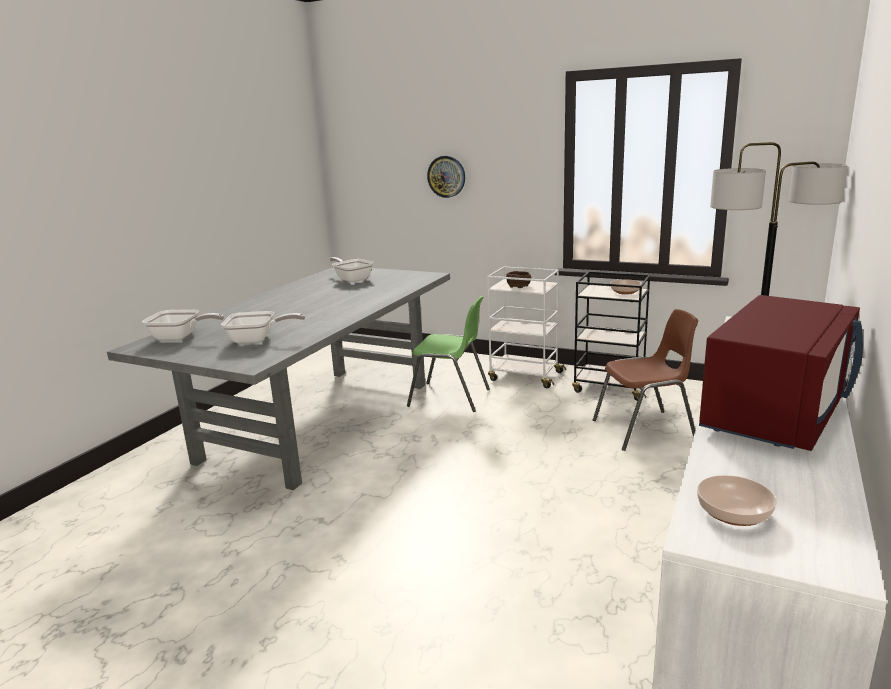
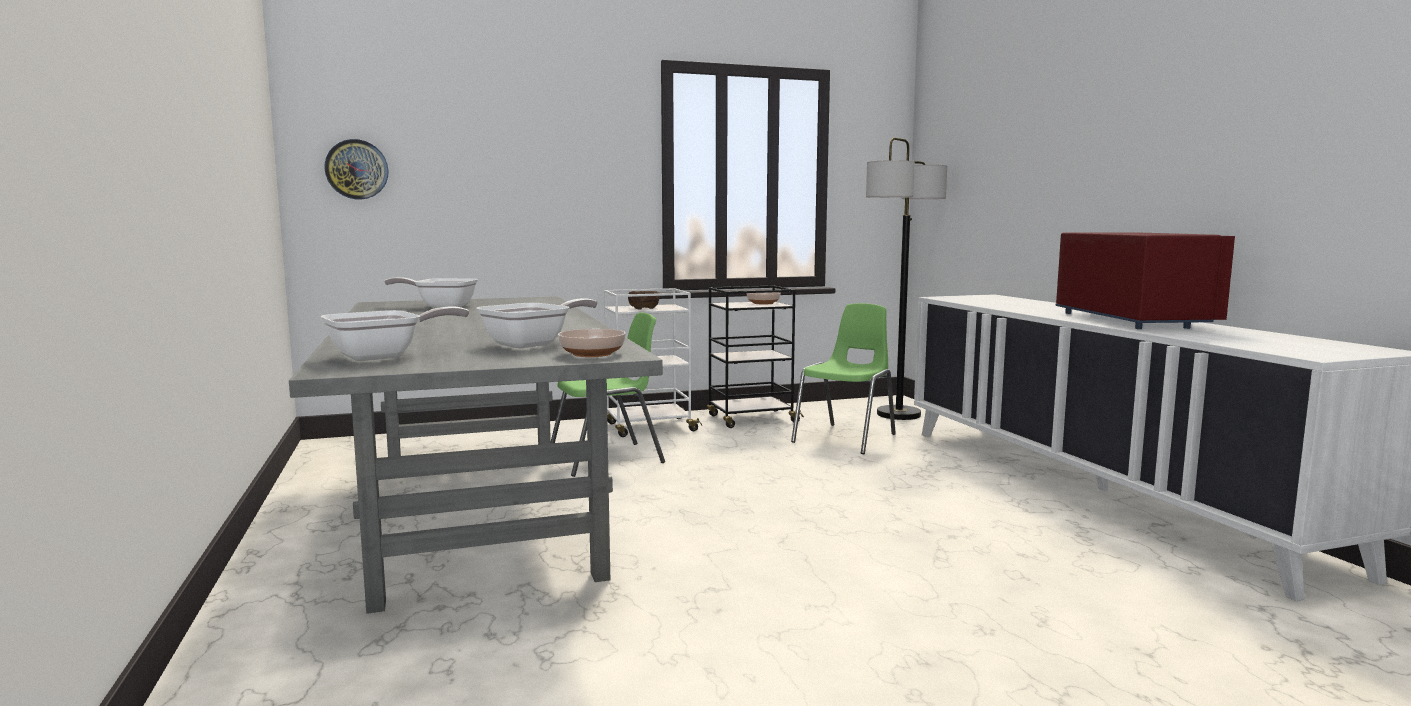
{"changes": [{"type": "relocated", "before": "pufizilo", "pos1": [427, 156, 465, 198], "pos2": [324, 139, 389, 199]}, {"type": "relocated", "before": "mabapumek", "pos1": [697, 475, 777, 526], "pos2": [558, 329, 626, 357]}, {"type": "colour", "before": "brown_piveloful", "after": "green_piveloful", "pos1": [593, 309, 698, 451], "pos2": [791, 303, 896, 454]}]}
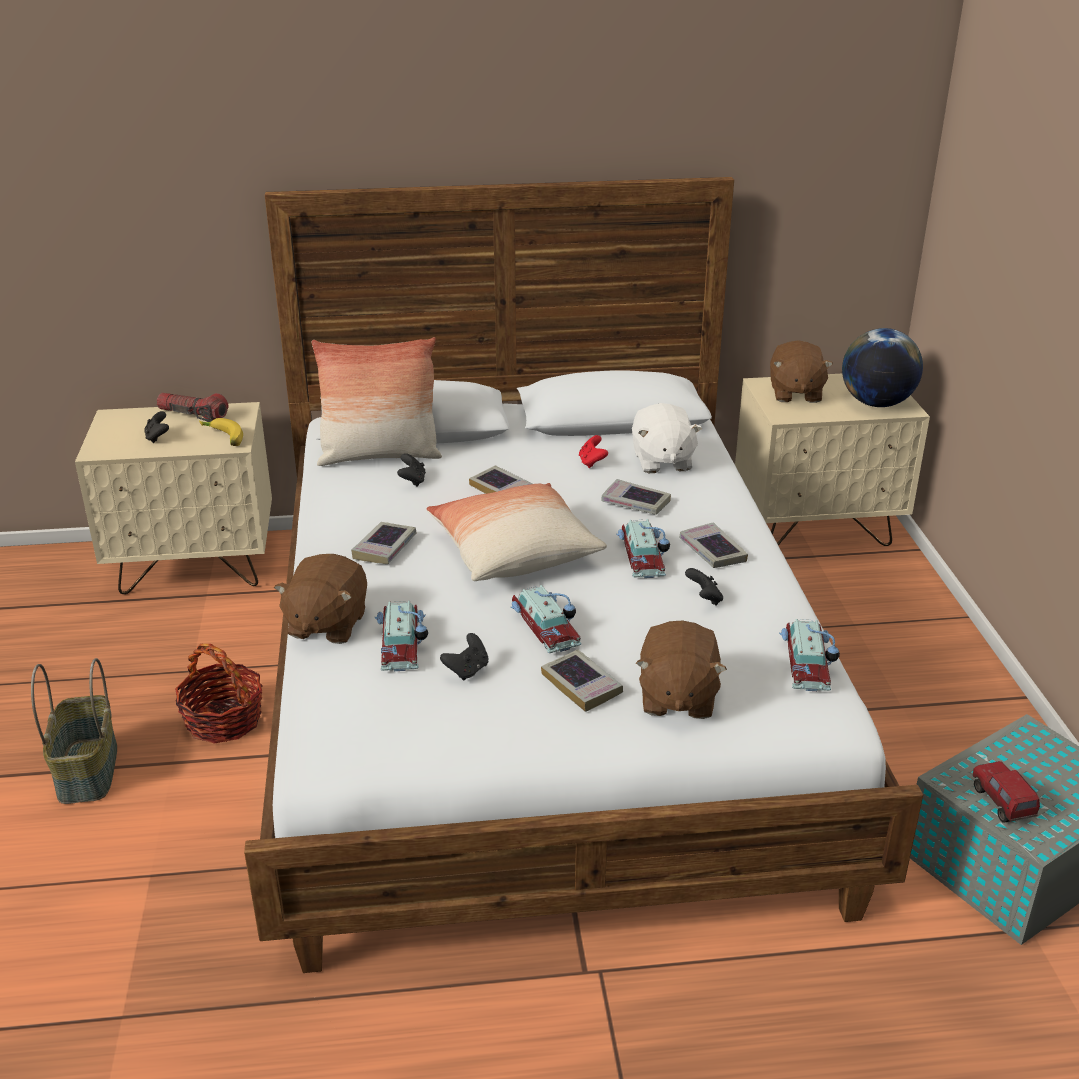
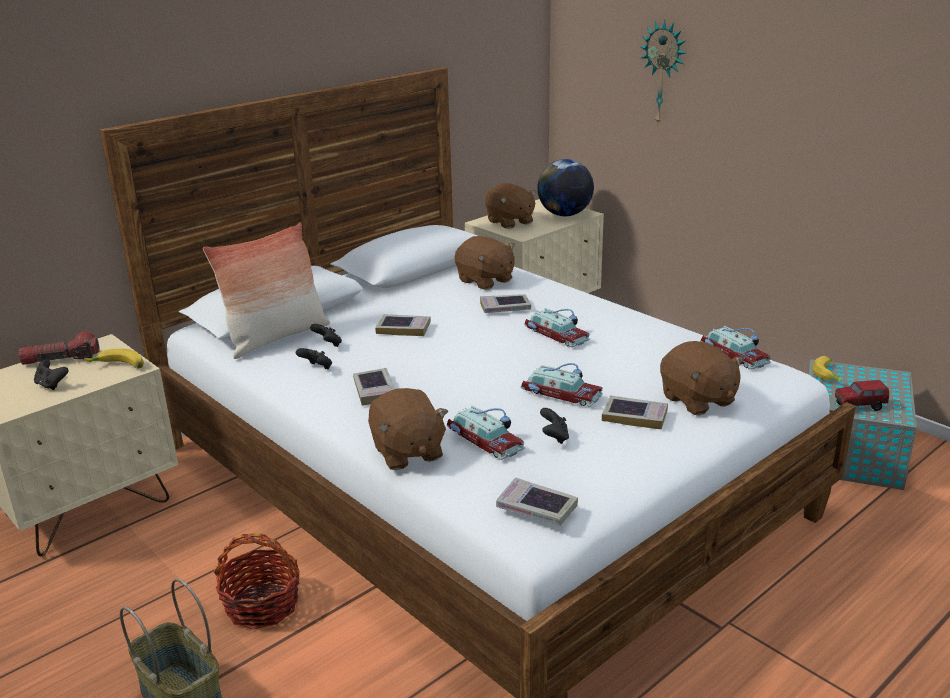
{"changes": [{"type": "missing", "before": "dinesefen", "pos1": [426, 483, 607, 581]}, {"type": "missing", "before": "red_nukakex", "pos1": [579, 435, 608, 468]}, {"type": "appeared", "after": "pufizilo", "pos2": [640, 20, 686, 124]}, {"type": "appeared", "after": "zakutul", "pos2": [812, 356, 841, 382]}, {"type": "relocated", "before": "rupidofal", "pos1": [679, 522, 748, 568], "pos2": [496, 477, 578, 526]}, {"type": "relocated", "before": "black_nukakex", "pos1": [685, 568, 723, 606], "pos2": [296, 348, 332, 369]}, {"type": "colour", "before": "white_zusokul", "after": "brown_zusokul", "pos1": [632, 403, 702, 473], "pos2": [455, 236, 515, 290]}, {"type": "spun", "before": "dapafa", "pos1": [973, 761, 1040, 823], "pos2": [835, 380, 889, 411], "turn": -45}]}
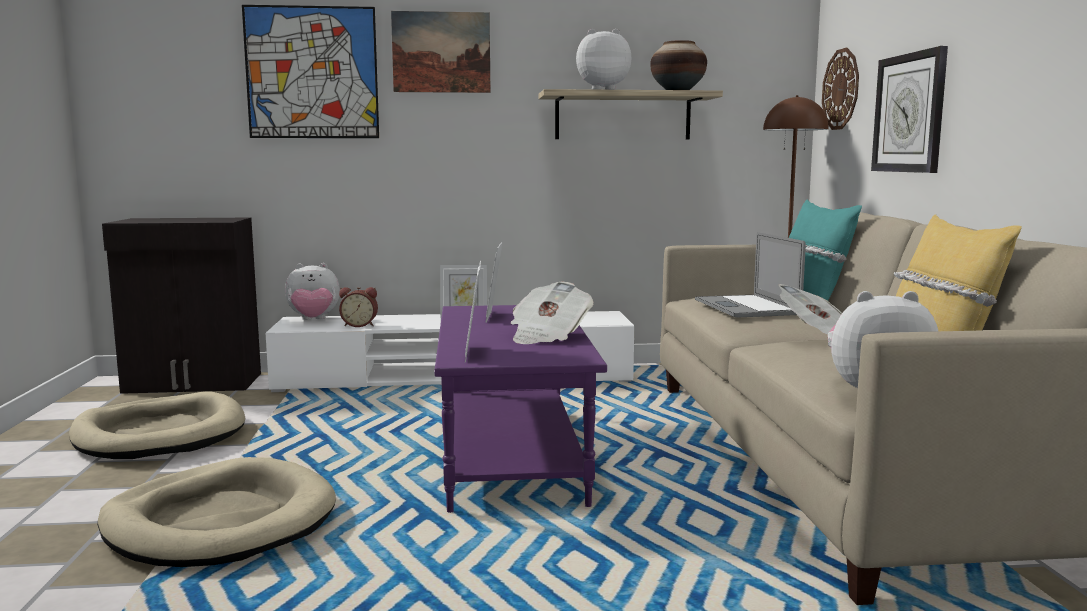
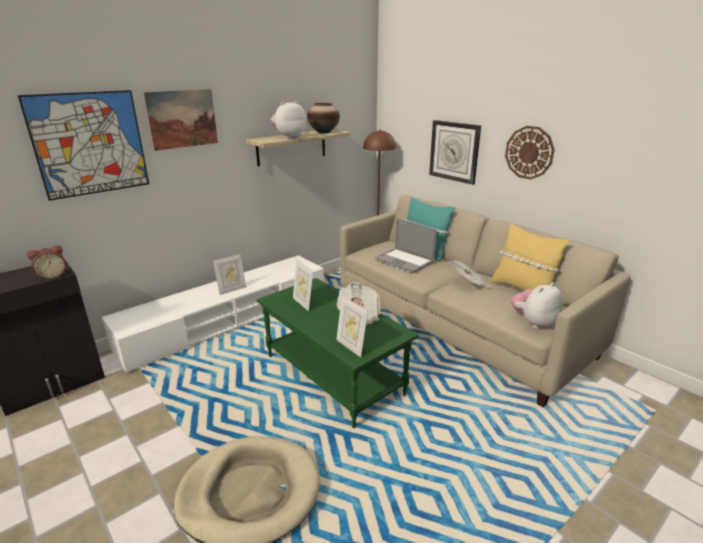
{"changes": [{"type": "missing", "before": "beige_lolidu", "pos1": [69, 392, 245, 459]}, {"type": "missing", "before": "zusokul", "pos1": [285, 263, 340, 320]}, {"type": "relocated", "before": "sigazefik", "pos1": [339, 287, 378, 327], "pos2": [27, 245, 66, 280]}, {"type": "relocated", "before": "pufizilo", "pos1": [822, 48, 859, 130], "pos2": [505, 126, 555, 180]}, {"type": "colour", "before": "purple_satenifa", "after": "green_satenifa", "pos1": [435, 305, 607, 513], "pos2": [257, 278, 419, 428]}]}
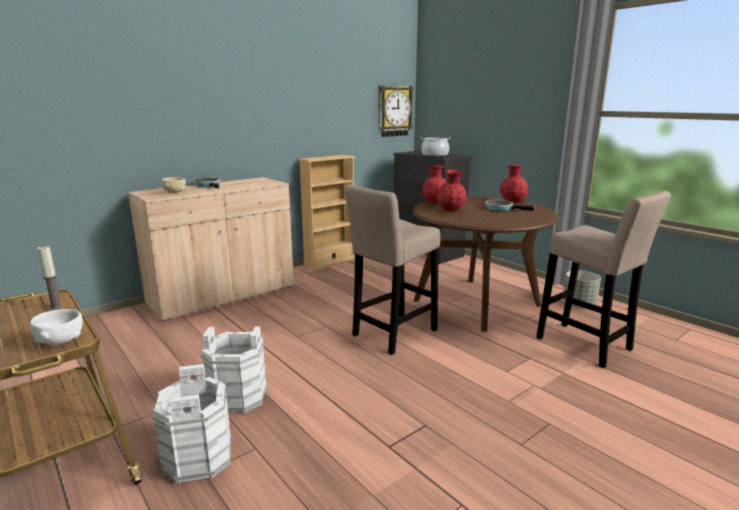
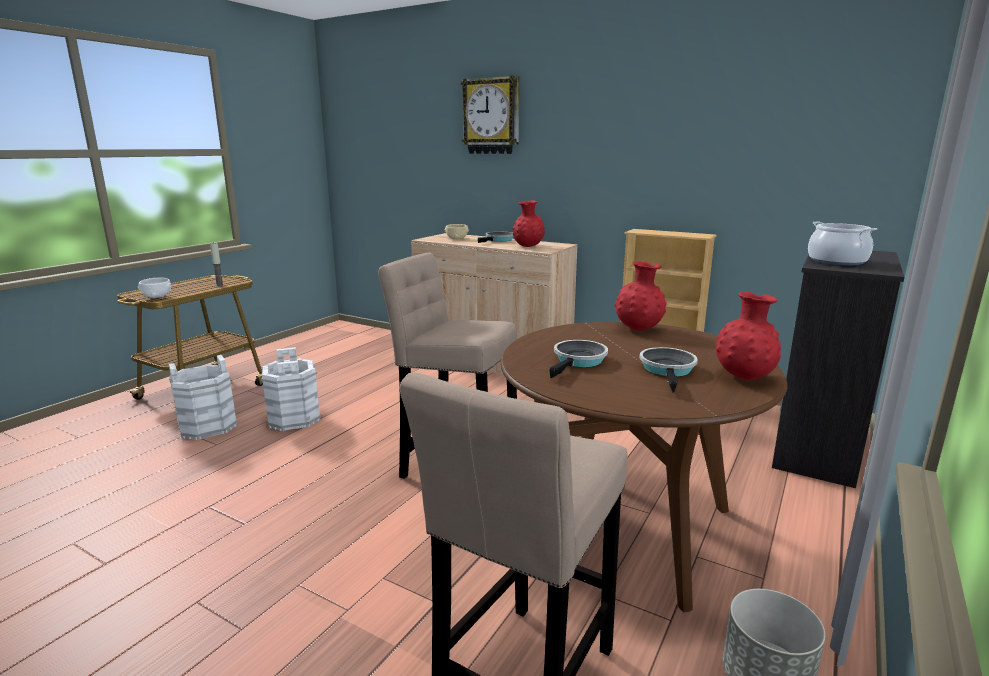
{"changes": [{"type": "appeared", "after": "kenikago", "pos2": [549, 340, 608, 378]}, {"type": "relocated", "before": "pufizilo", "pos1": [378, 86, 414, 137], "pos2": [461, 76, 519, 154]}, {"type": "relocated", "before": "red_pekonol", "pos1": [437, 170, 467, 211], "pos2": [512, 200, 545, 247]}]}
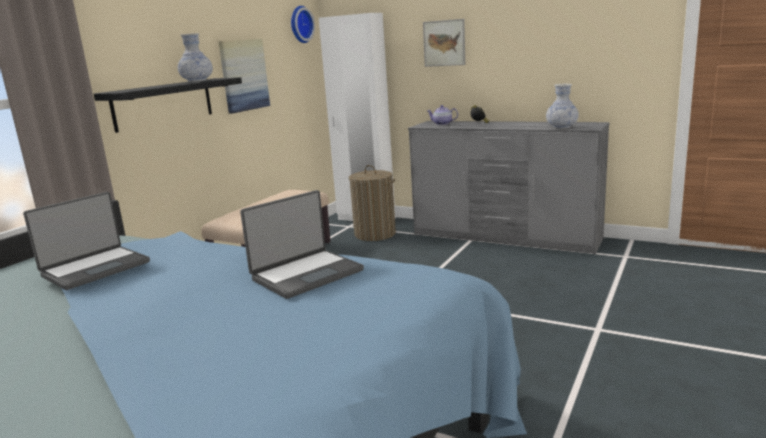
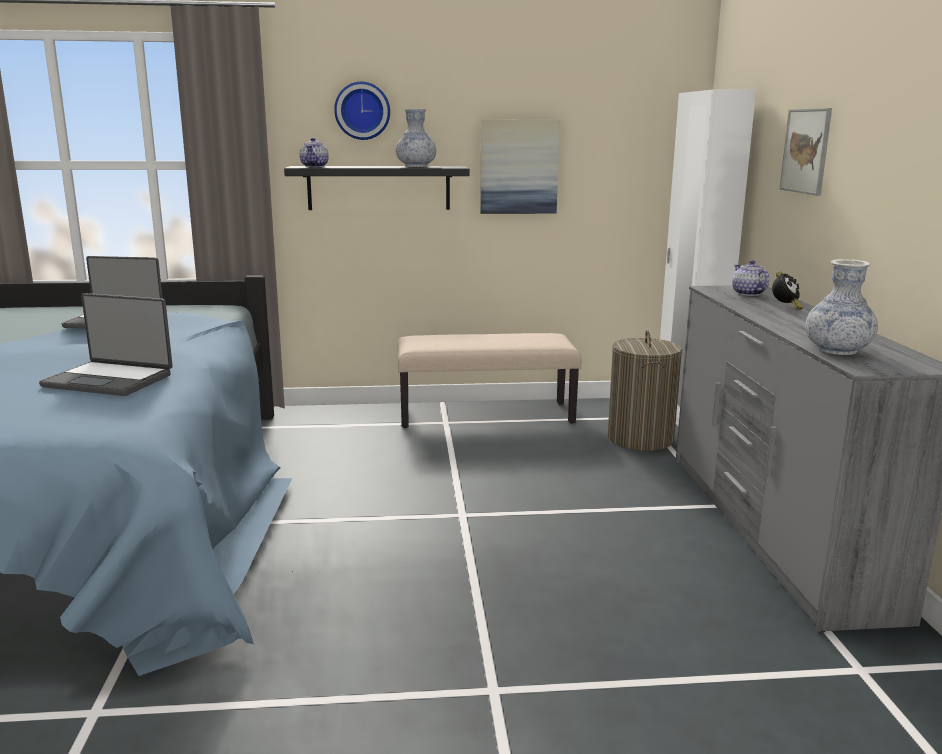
{"changes": [{"type": "appeared", "after": "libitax", "pos2": [300, 138, 329, 167]}, {"type": "relocated", "before": "pufizilo", "pos1": [291, 6, 315, 43], "pos2": [334, 82, 390, 140]}]}
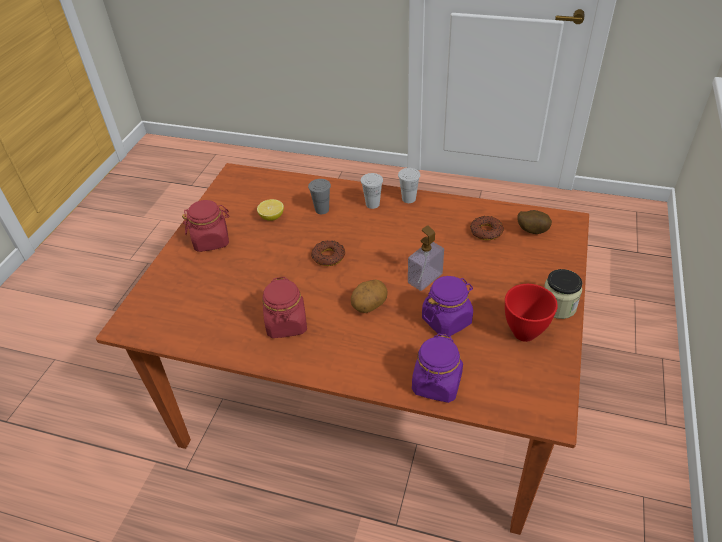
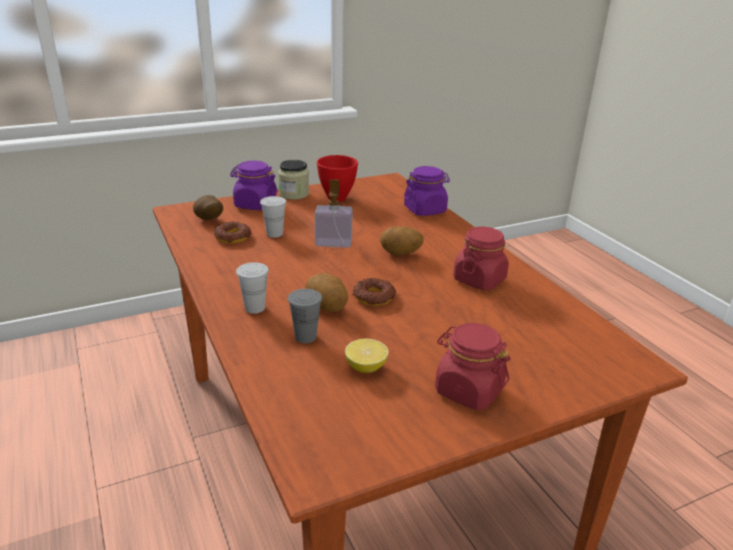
{"changes": [{"type": "appeared", "after": "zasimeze", "pos2": [305, 273, 348, 312]}, {"type": "relocated", "before": "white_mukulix", "pos1": [398, 168, 420, 203], "pos2": [260, 196, 286, 238]}, {"type": "relocated", "before": "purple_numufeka", "pos1": [422, 276, 473, 336], "pos2": [230, 161, 278, 210]}]}
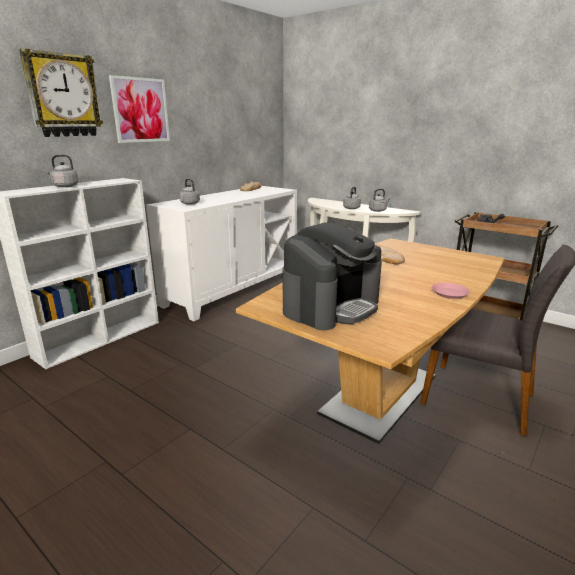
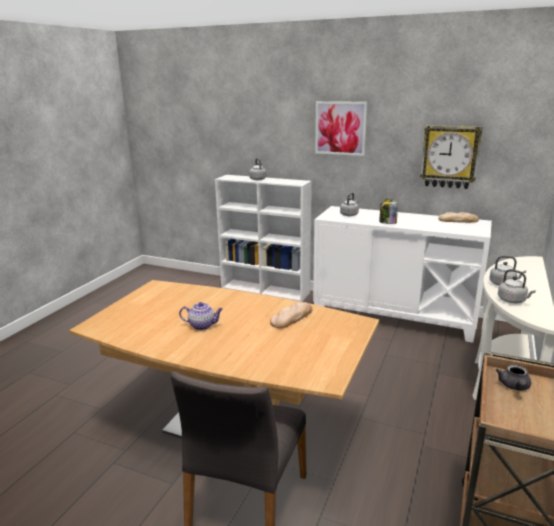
{"changes": [{"type": "missing", "before": "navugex", "pos1": [283, 223, 382, 330]}, {"type": "missing", "before": "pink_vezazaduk", "pos1": [432, 283, 471, 299]}, {"type": "appeared", "after": "libitax", "pos2": [179, 302, 223, 330]}, {"type": "appeared", "after": "numufeka", "pos2": [379, 199, 398, 224]}, {"type": "relocated", "before": "pufizilo", "pos1": [19, 48, 103, 137], "pos2": [420, 125, 483, 189]}]}
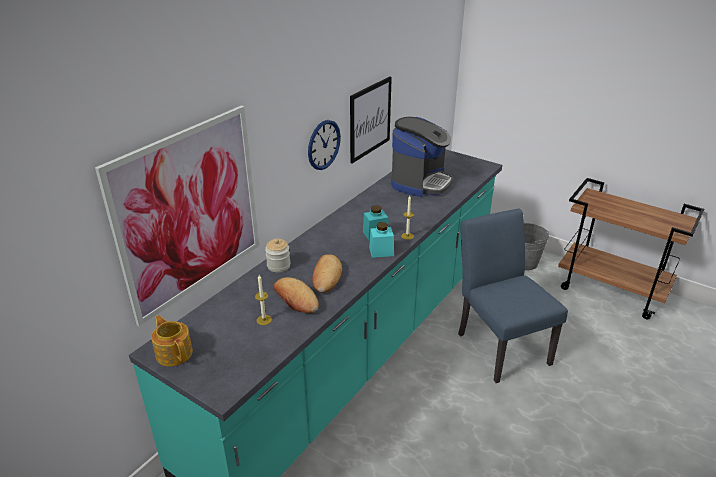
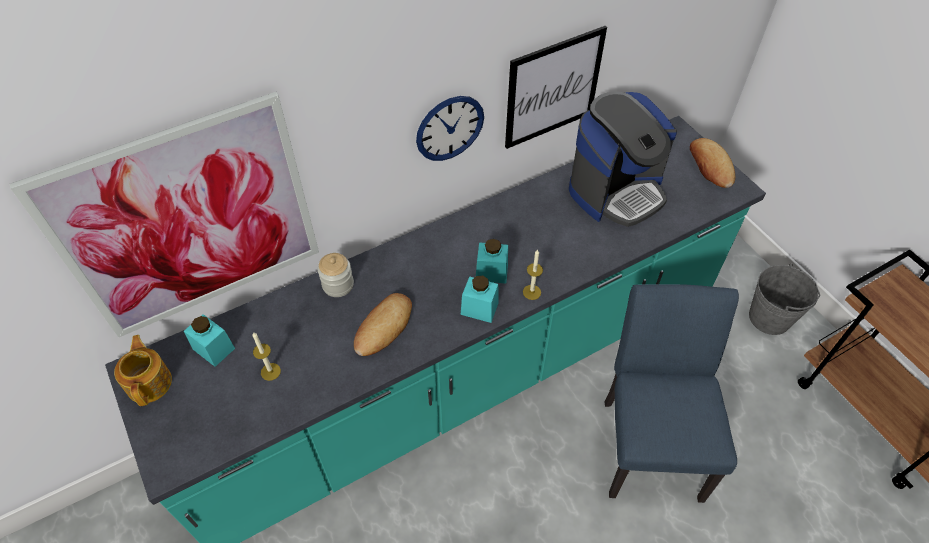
{"changes": [{"type": "appeared", "after": "turquoise_numufeka", "pos2": [184, 314, 235, 367]}, {"type": "relocated", "before": "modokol", "pos1": [274, 277, 319, 313], "pos2": [690, 138, 735, 188]}]}
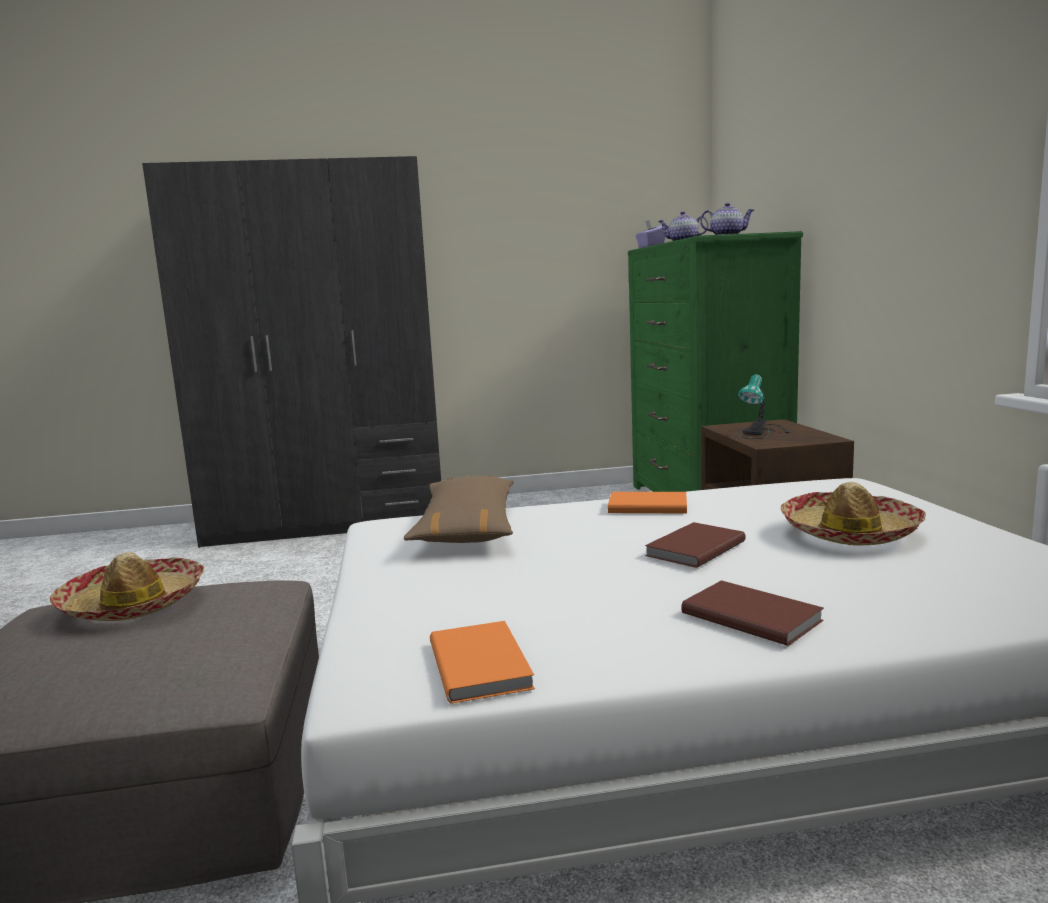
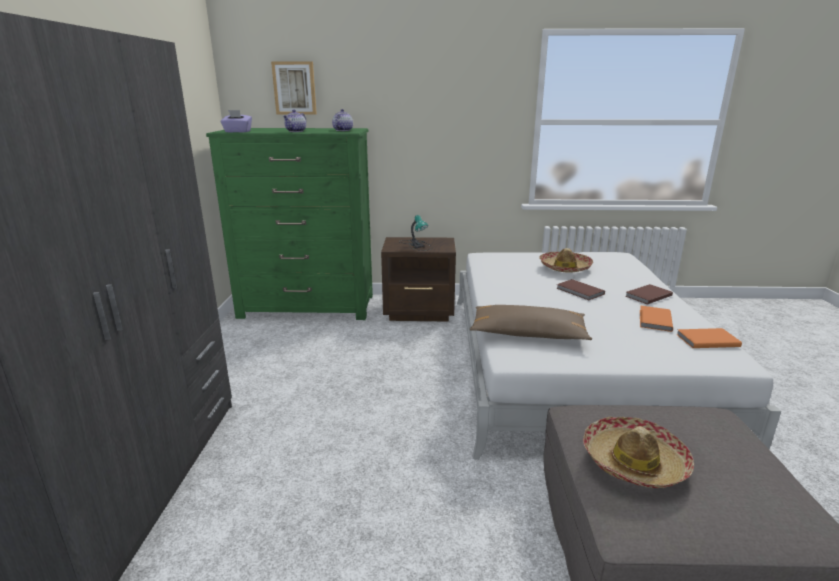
{"changes": [{"type": "appeared", "after": "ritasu", "pos2": [271, 61, 317, 115]}, {"type": "relocated", "before": "orange_rupidofal", "pos1": [608, 492, 687, 514], "pos2": [640, 305, 673, 332]}]}
